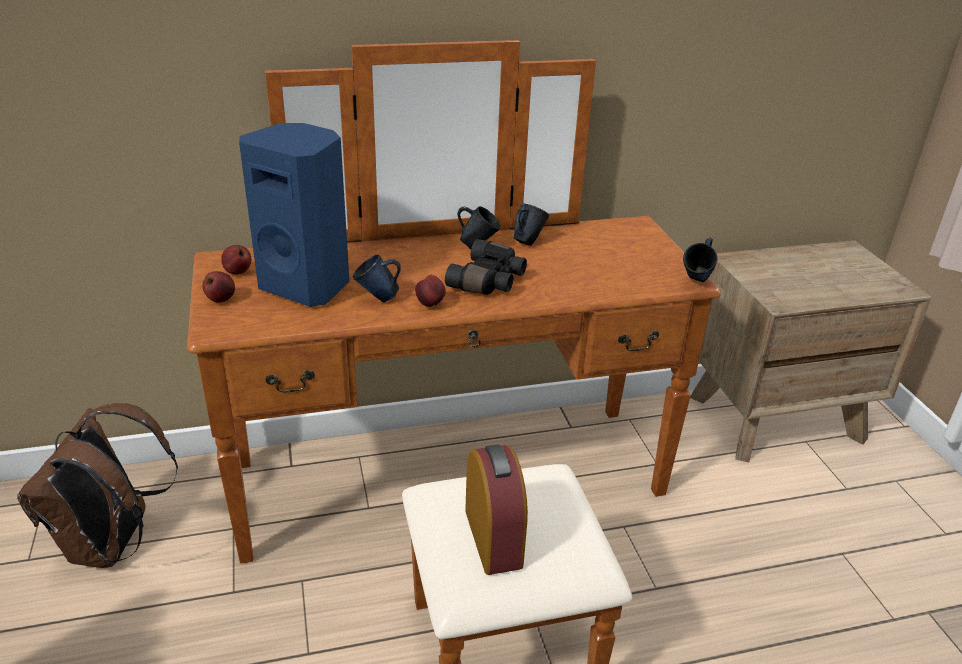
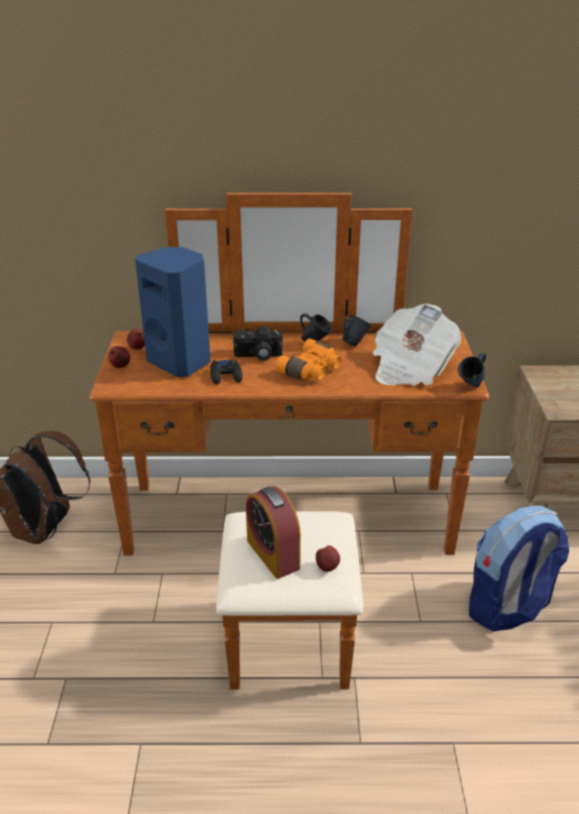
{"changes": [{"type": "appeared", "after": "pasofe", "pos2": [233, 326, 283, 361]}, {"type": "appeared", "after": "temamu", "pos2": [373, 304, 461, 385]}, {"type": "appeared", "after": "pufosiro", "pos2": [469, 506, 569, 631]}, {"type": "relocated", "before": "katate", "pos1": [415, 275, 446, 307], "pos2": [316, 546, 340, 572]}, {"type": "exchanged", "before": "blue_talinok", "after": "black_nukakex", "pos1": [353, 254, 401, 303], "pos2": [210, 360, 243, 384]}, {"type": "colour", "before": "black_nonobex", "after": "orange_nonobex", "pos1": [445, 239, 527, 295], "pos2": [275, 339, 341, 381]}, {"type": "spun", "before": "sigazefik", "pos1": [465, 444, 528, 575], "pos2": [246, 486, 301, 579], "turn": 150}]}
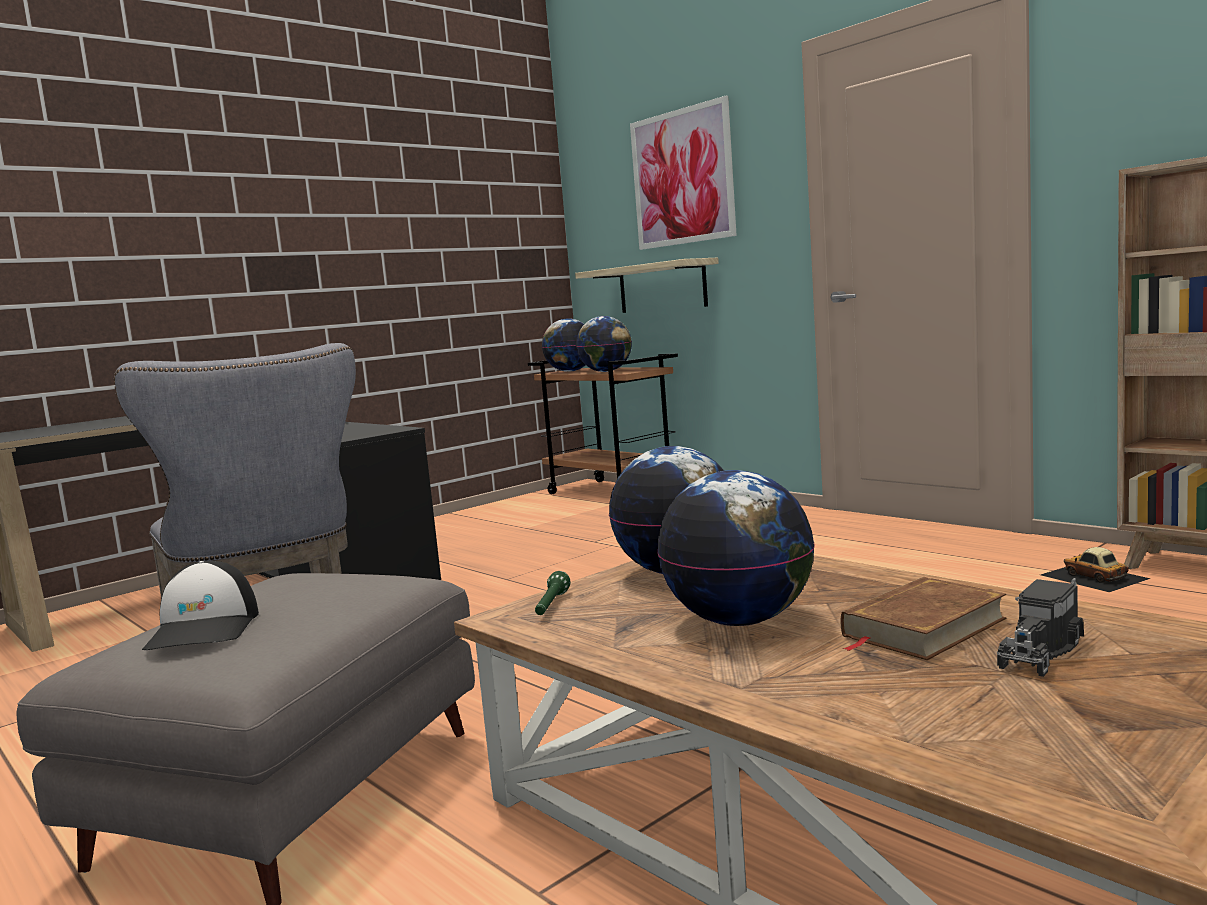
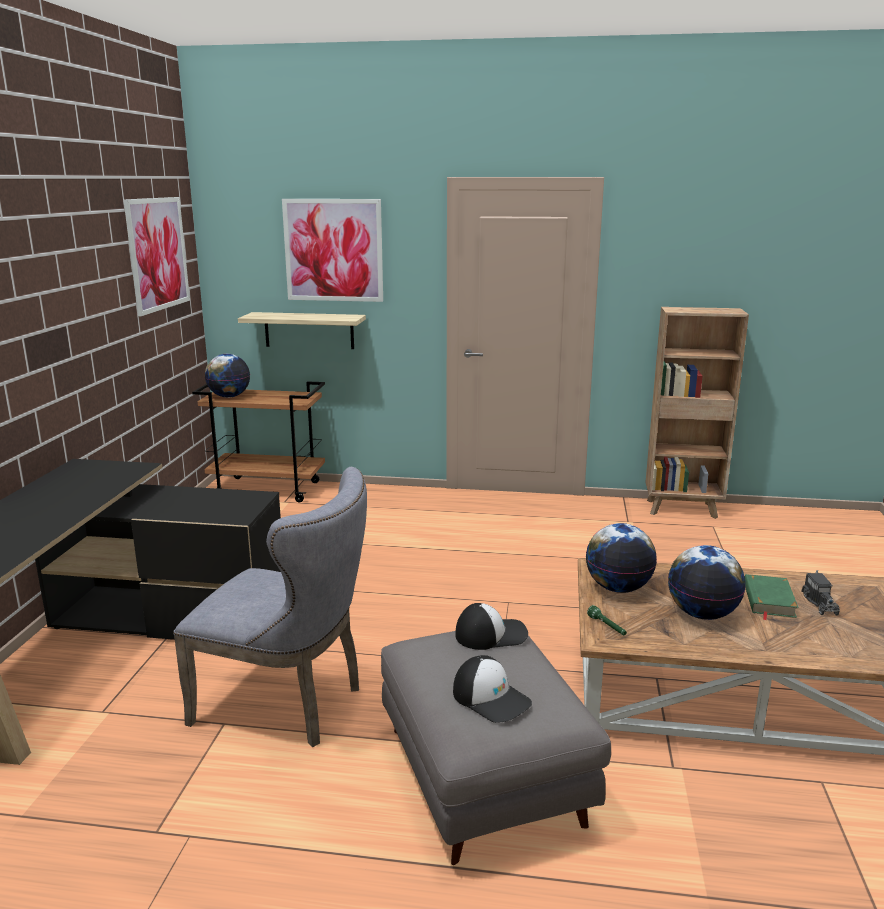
{"changes": [{"type": "missing", "before": "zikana", "pos1": [576, 316, 632, 372]}, {"type": "missing", "before": "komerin", "pos1": [1041, 547, 1151, 592]}, {"type": "appeared", "after": "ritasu", "pos2": [124, 197, 190, 316]}, {"type": "appeared", "after": "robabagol", "pos2": [455, 603, 528, 650]}, {"type": "colour", "before": "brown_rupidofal", "after": "green_rupidofal", "pos1": [841, 577, 1006, 660], "pos2": [745, 574, 799, 620]}]}
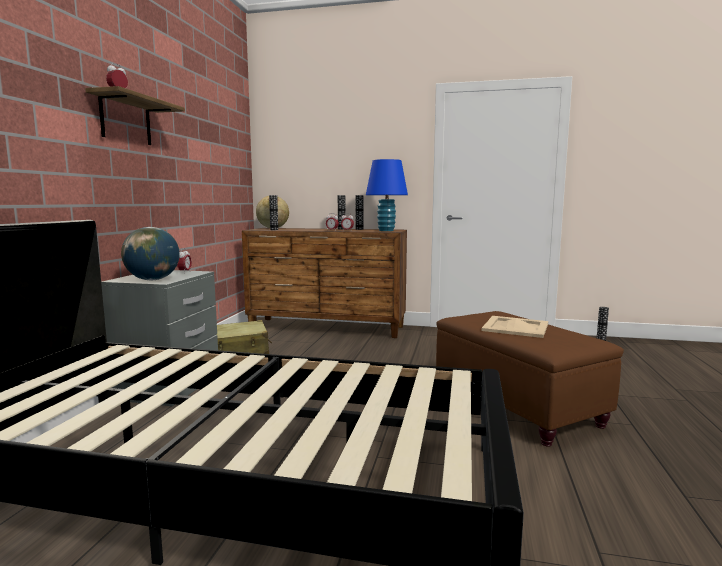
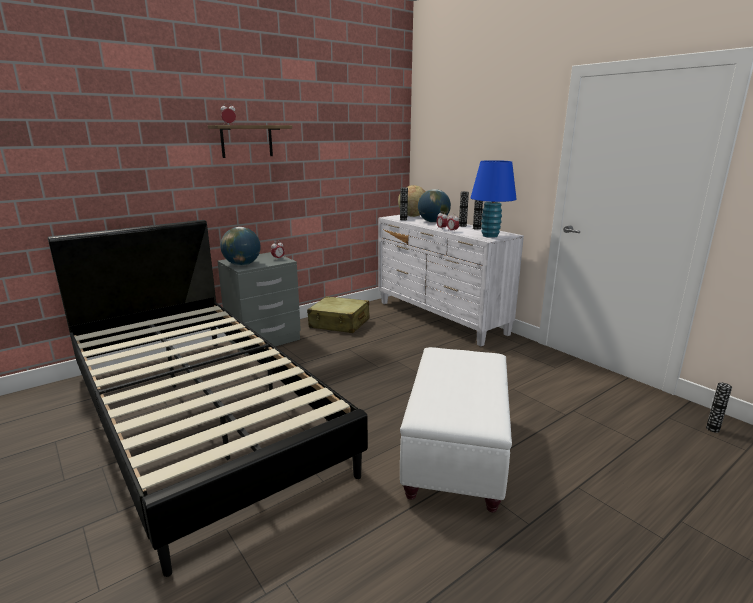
{"changes": [{"type": "missing", "before": "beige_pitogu", "pos1": [481, 316, 548, 338]}, {"type": "appeared", "after": "zikana", "pos2": [418, 189, 451, 223]}, {"type": "colour", "before": "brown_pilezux", "after": "white_pilezux", "pos1": [242, 228, 407, 338], "pos2": [378, 215, 524, 346]}, {"type": "colour", "before": "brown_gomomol", "after": "white_gomomol", "pos1": [436, 311, 624, 447], "pos2": [400, 347, 512, 512]}]}
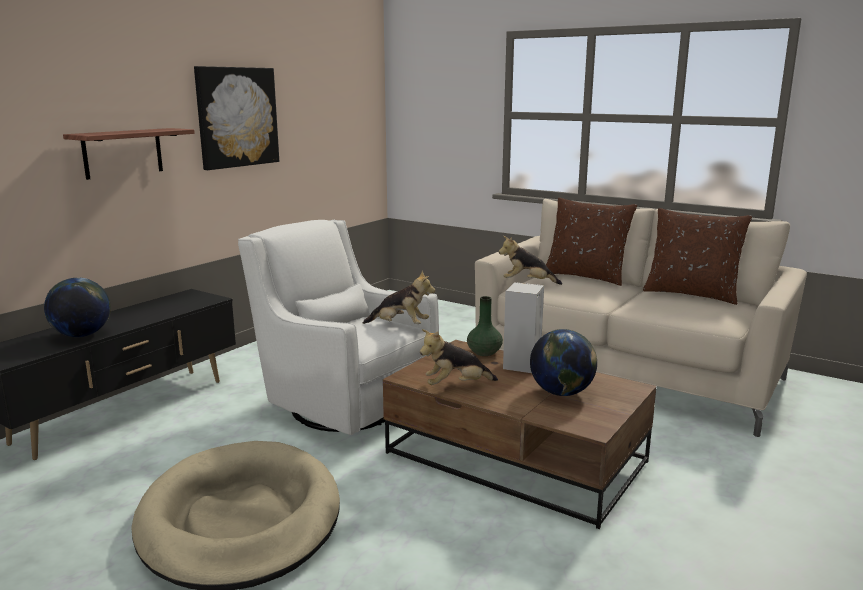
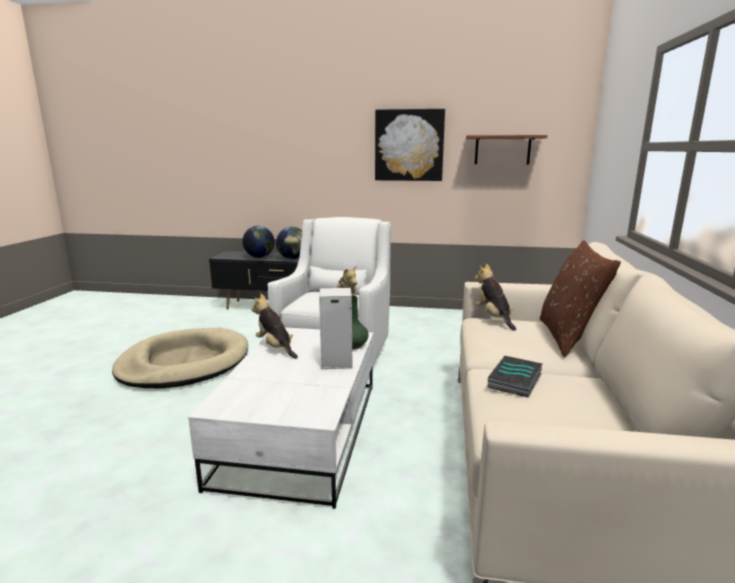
{"changes": [{"type": "missing", "before": "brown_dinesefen", "pos1": [643, 208, 752, 305]}, {"type": "appeared", "after": "rupidofal", "pos2": [488, 356, 543, 398]}, {"type": "relocated", "before": "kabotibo", "pos1": [63, 128, 195, 180], "pos2": [466, 135, 547, 164]}, {"type": "relocated", "before": "zikana", "pos1": [530, 329, 597, 396], "pos2": [276, 227, 302, 259]}, {"type": "colour", "before": "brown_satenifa", "after": "white_satenifa", "pos1": [383, 340, 657, 529], "pos2": [188, 327, 373, 509]}]}
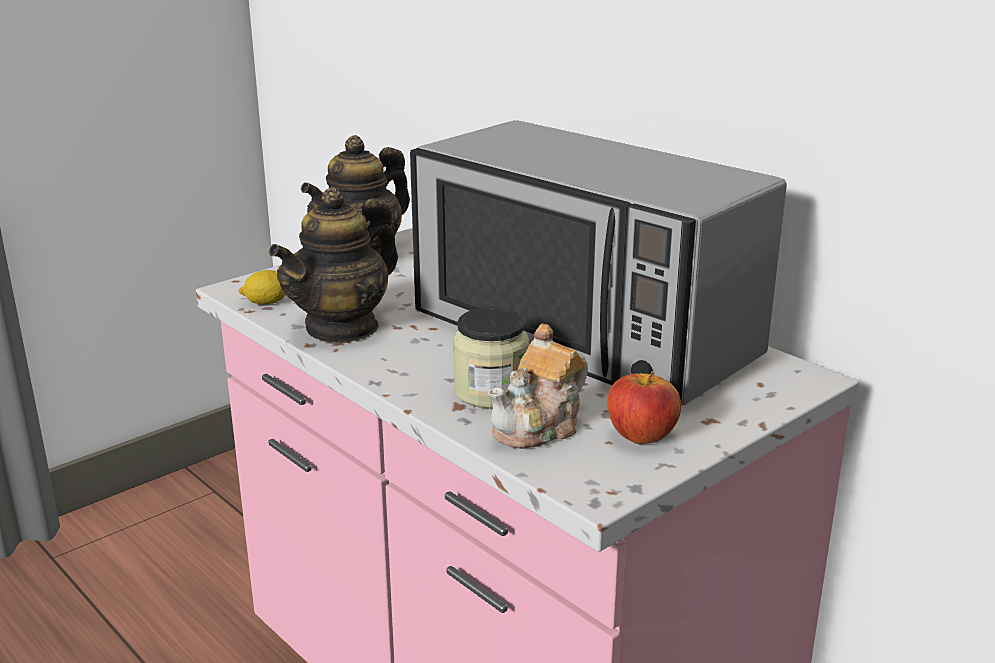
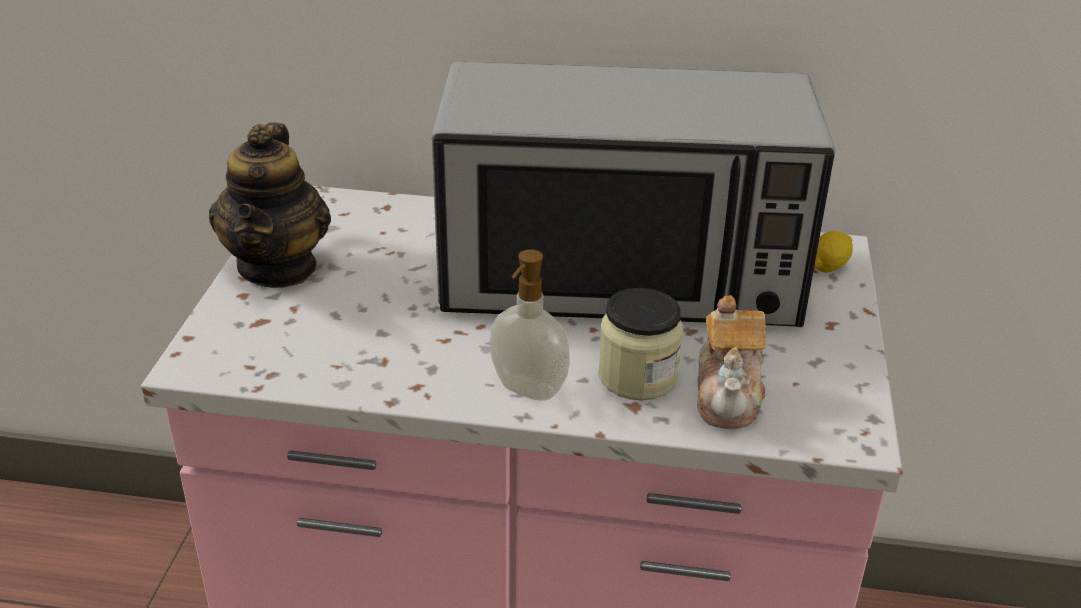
{"changes": [{"type": "missing", "before": "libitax", "pos1": [269, 187, 398, 344]}, {"type": "missing", "before": "katate", "pos1": [608, 371, 681, 444]}, {"type": "appeared", "after": "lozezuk", "pos2": [490, 249, 570, 401]}, {"type": "relocated", "before": "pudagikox", "pos1": [238, 270, 286, 304], "pos2": [814, 231, 853, 273]}]}
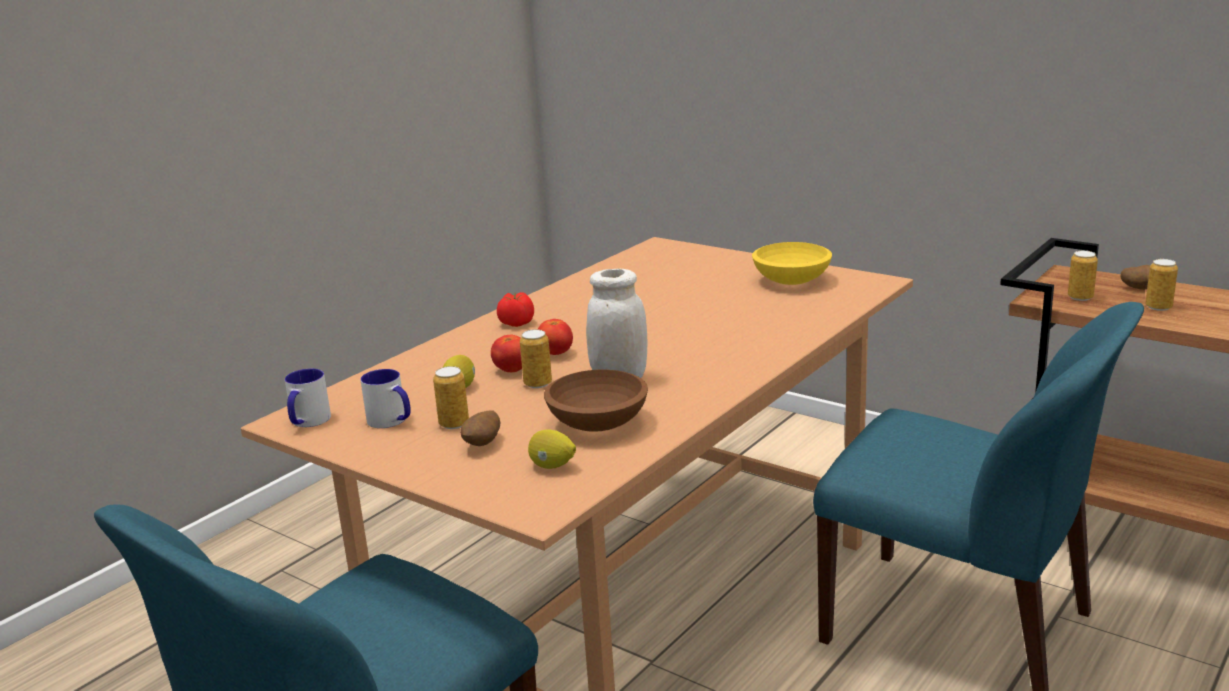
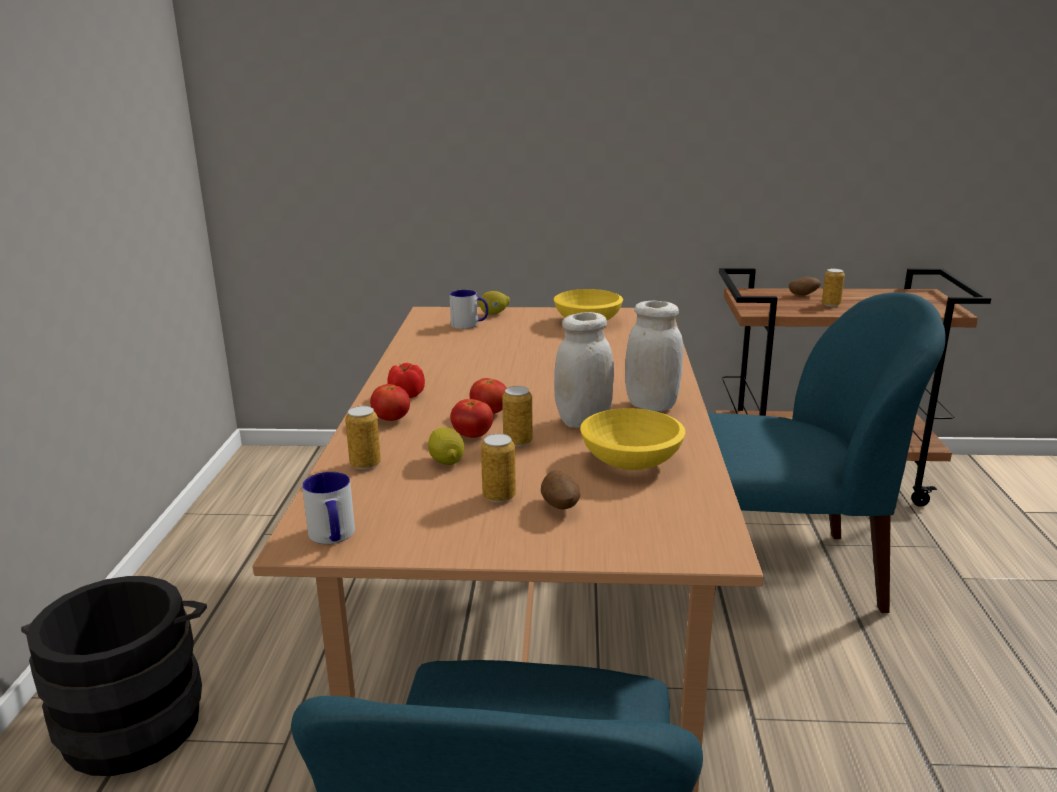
{"changes": [{"type": "appeared", "after": "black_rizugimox", "pos2": [21, 576, 207, 776]}, {"type": "appeared", "after": "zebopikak", "pos2": [370, 384, 410, 421]}, {"type": "appeared", "after": "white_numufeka", "pos2": [625, 301, 683, 411]}, {"type": "relocated", "before": "talinok", "pos1": [360, 369, 411, 428], "pos2": [449, 290, 488, 329]}, {"type": "relocated", "before": "pudagikox", "pos1": [528, 429, 576, 469], "pos2": [478, 291, 510, 315]}, {"type": "relocated", "before": "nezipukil", "pos1": [1068, 251, 1098, 301], "pos2": [345, 406, 381, 469]}, {"type": "colour", "before": "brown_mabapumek", "after": "yellow_mabapumek", "pos1": [544, 370, 648, 432], "pos2": [580, 408, 685, 470]}]}
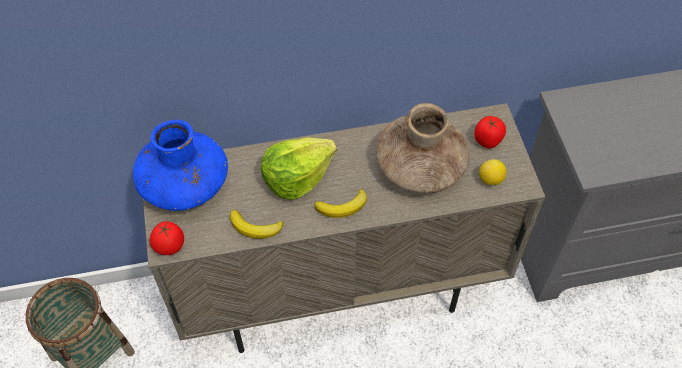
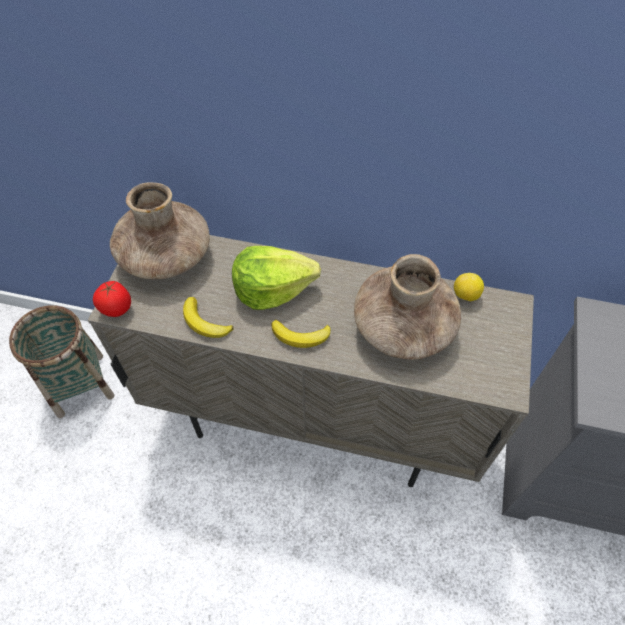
{"changes": [{"type": "missing", "before": "zebopikak", "pos1": [474, 116, 506, 148]}, {"type": "relocated", "before": "pudagikox", "pos1": [479, 159, 506, 185], "pos2": [454, 273, 484, 301]}, {"type": "colour", "before": "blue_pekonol", "after": "brown_pekonol", "pos1": [133, 120, 228, 211], "pos2": [110, 182, 210, 279]}]}
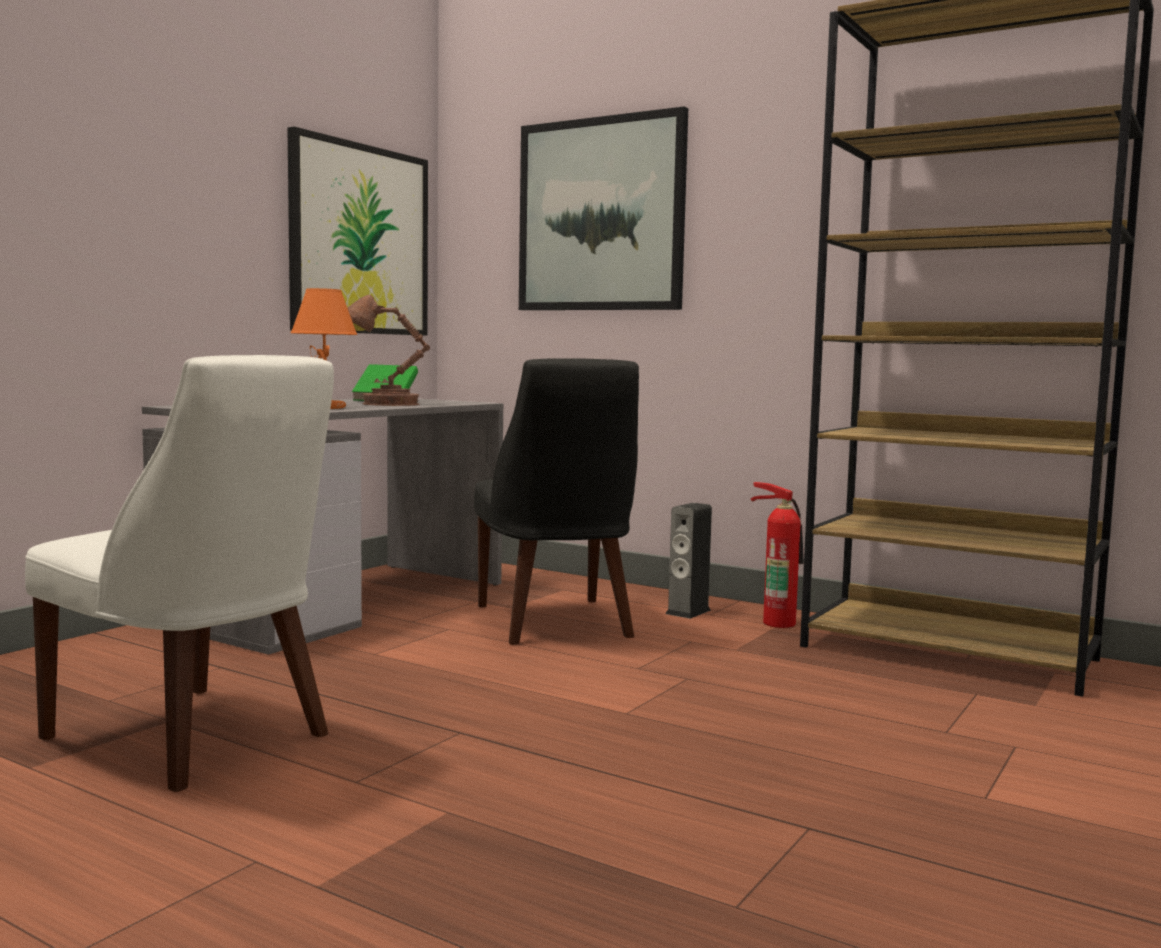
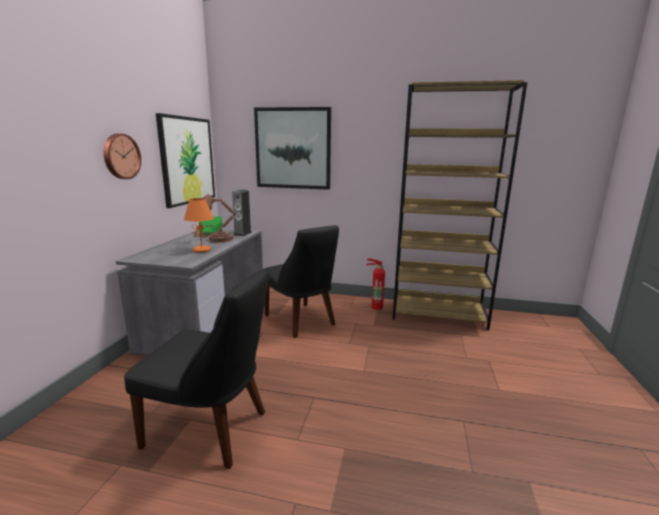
{"changes": [{"type": "appeared", "after": "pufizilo", "pos2": [104, 134, 141, 179]}, {"type": "relocated", "before": "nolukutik", "pos1": [665, 503, 712, 619], "pos2": [232, 190, 252, 236]}, {"type": "colour", "before": "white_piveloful", "after": "black_piveloful", "pos1": [25, 355, 334, 792], "pos2": [124, 270, 269, 469]}]}
